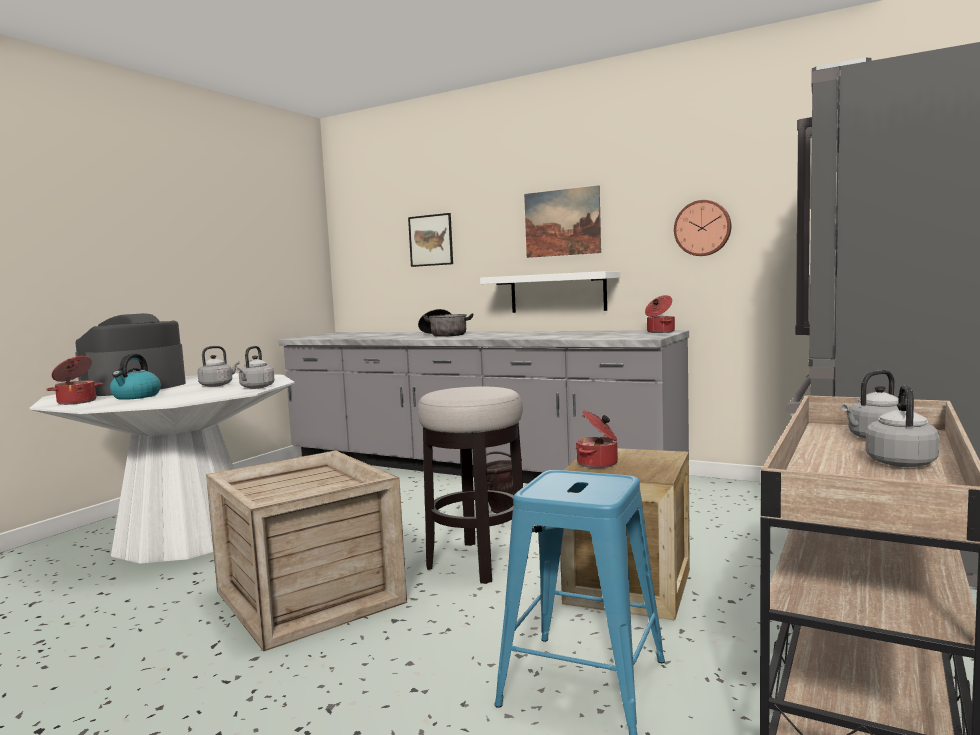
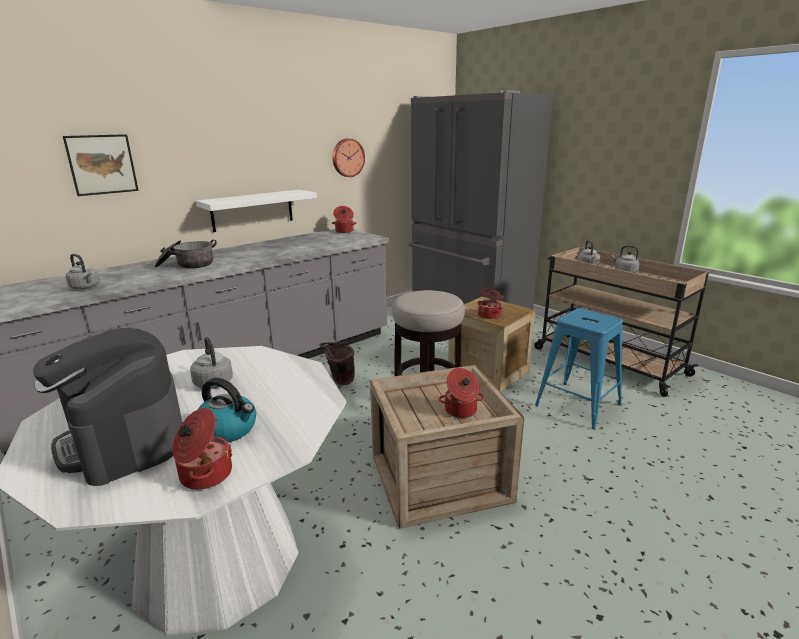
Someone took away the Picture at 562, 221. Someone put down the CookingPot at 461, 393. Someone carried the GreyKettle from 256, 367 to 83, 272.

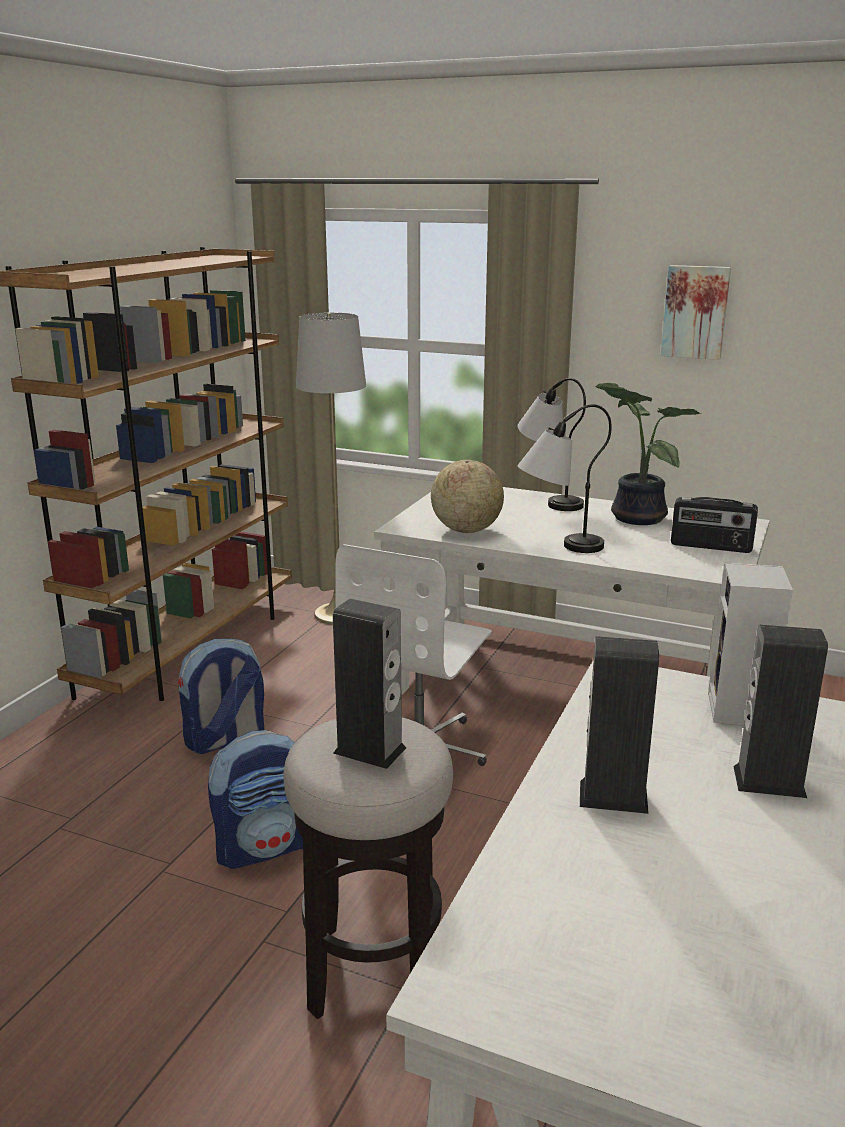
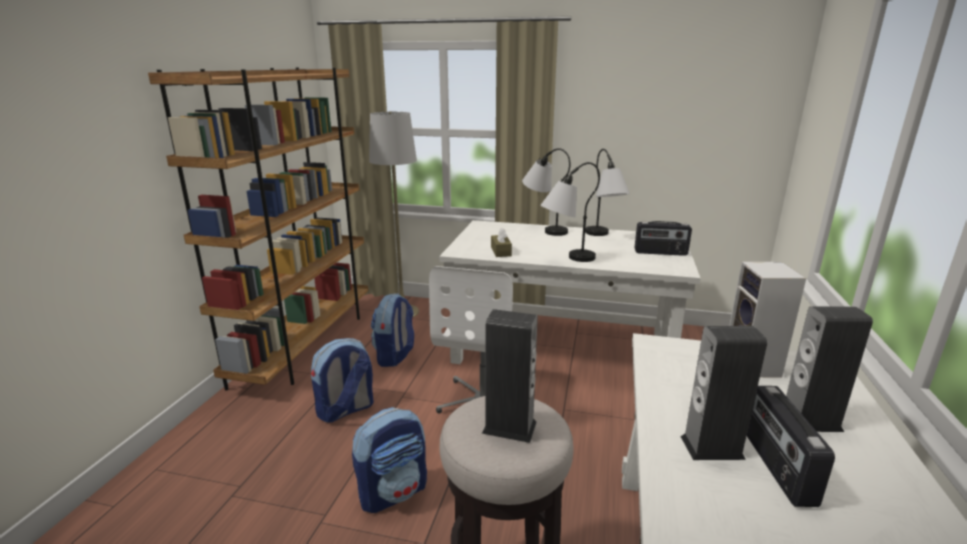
Someone took away the Picture at 696, 312. Someone put down the Backpack at 392, 330. Someone put down the Radio at 791, 446. Someone swapped the Globe at 467, 496 for the BrownTissueBox at 501, 242. Someone swapped the PottedPlant at 648, 454 for the TableLamp at 607, 192.

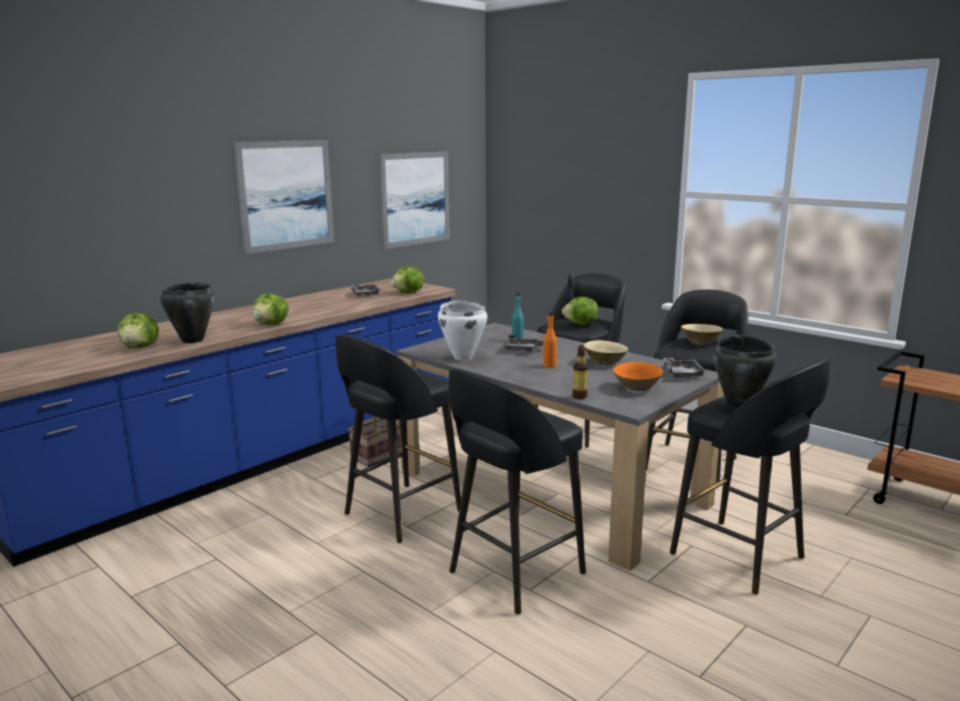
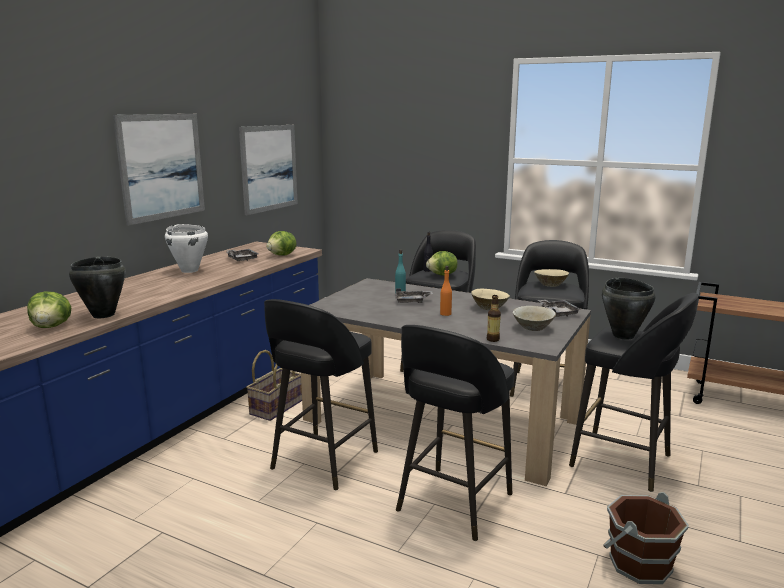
Someone took away the Lettuce at 271, 309. Someone put down the BrownBucket at 646, 538. Someone carried the WhiteCookingPot from 462, 330 to 186, 248. Someone repainted the OrangeBowl at 638, 376, which became the BeigeBowl at 534, 318.

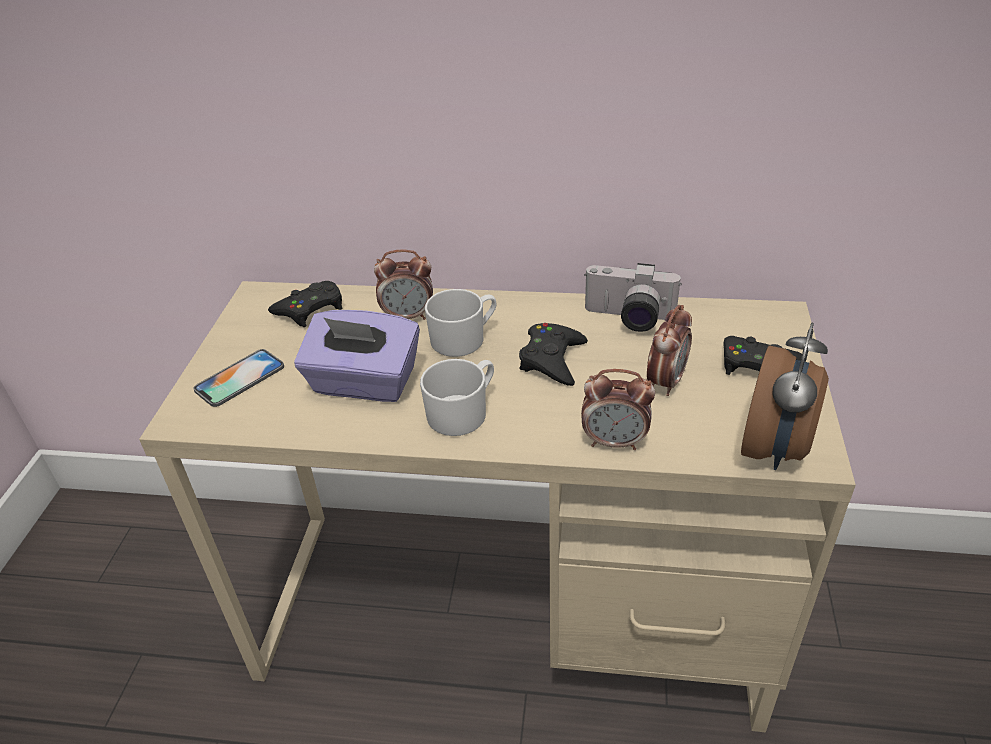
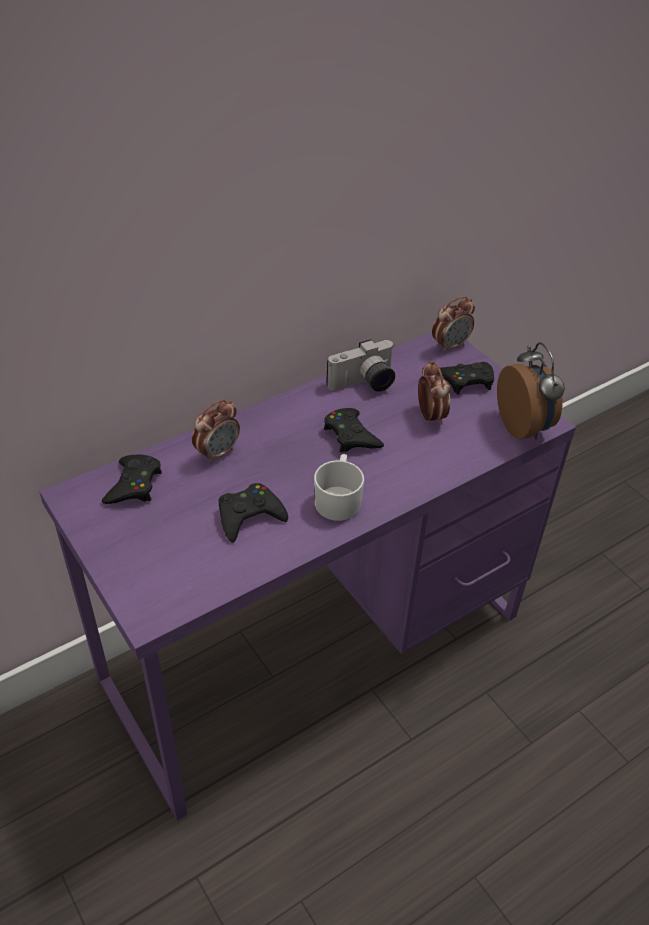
Someone took away the Phone at 238, 378. Someone took away the WhiteMug at 461, 323. Someone carried the AlarmClock from 618, 409 to 453, 324. Someone swapped the PurpleTissueBox at 357, 356 for the BlackGameController at 253, 513. Someone repainted the BeigeDesk at 497, 506, which became the PurpleDesk at 307, 577.

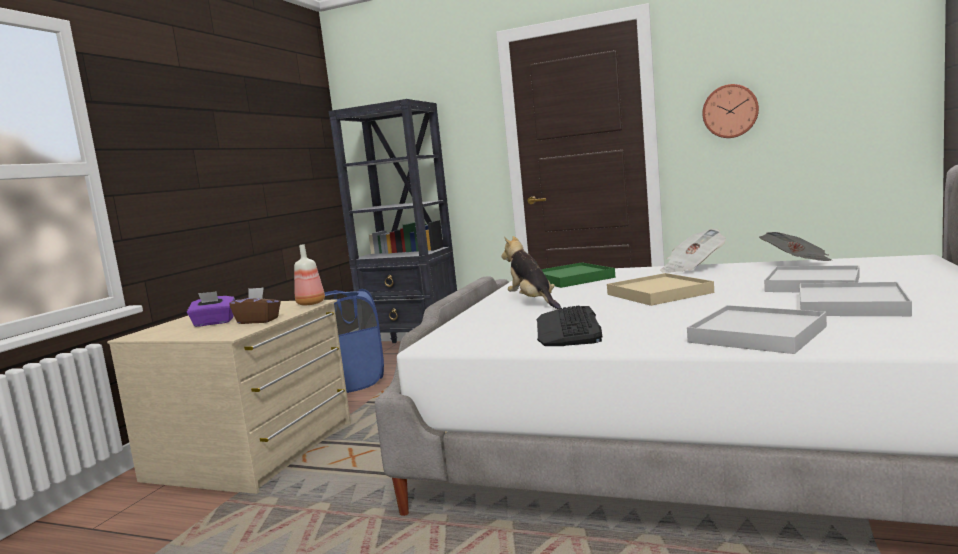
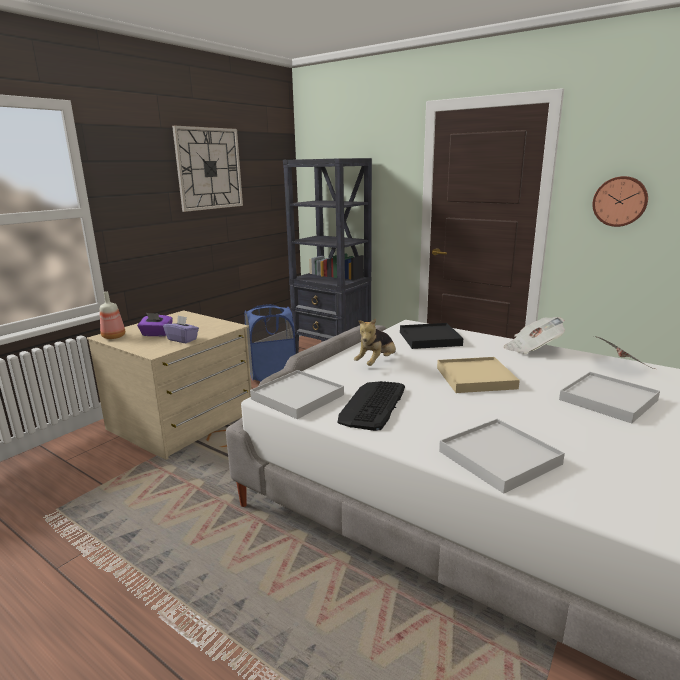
Someone put up the WallClock at 207, 169. Someone carried the Bottle from 309, 275 to 112, 315. Someone carried the WhiteTray from 856, 299 to 297, 394. Someone repainted the BrownTissueBox at 255, 305, which became the PurpleTissueBox at 181, 329. Someone repainted the GreenTray at 578, 275, which became the BlackTray at 431, 336. Someone rotated the PlushToy at 531, 272 by 135 degrees counterclockwise.

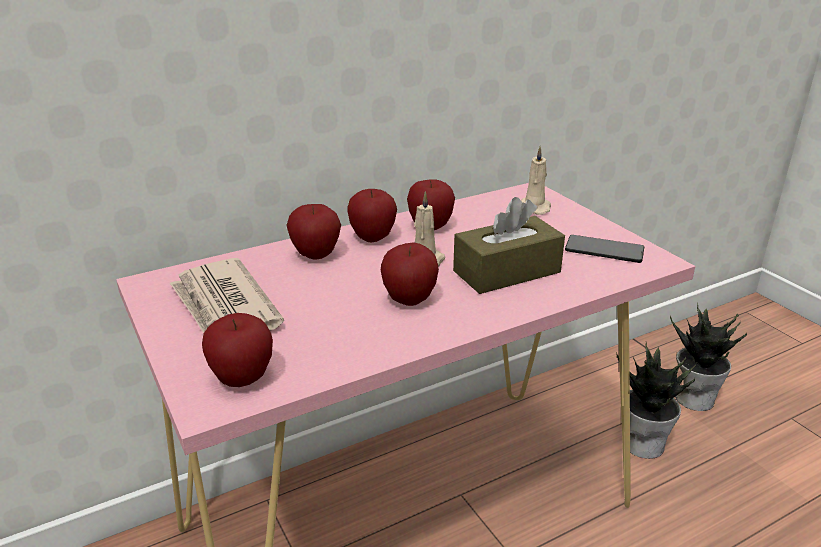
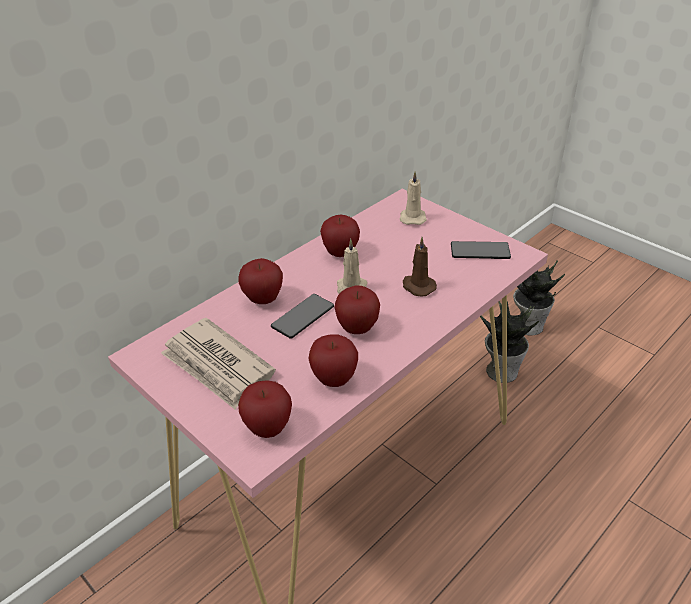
Someone put down the Phone at 302, 316. Someone carried the Apple from 372, 215 to 333, 360. Someone swapped the BrownTissueBox at 509, 245 for the BrownCandle at 420, 267.

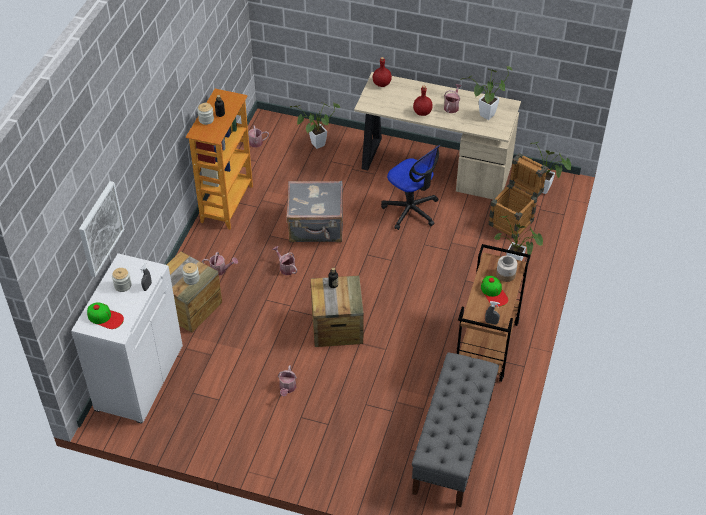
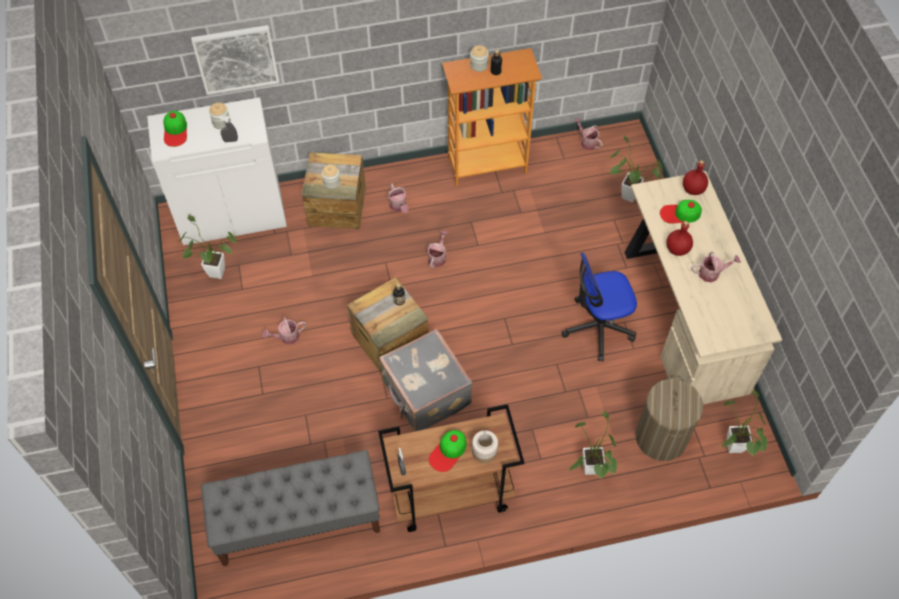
Someone put down the Cap at 681, 212. Someone carried the GreySuitcase from 315, 211 to 426, 380. Someone carried the PottedPlant from 486, 93 to 208, 247. Someone swapped the Crate at 518, 195 for the LaundryBasket at 669, 418. Someone rotated the OfficeChair at 410, 187 by 60 degrees clockwise.

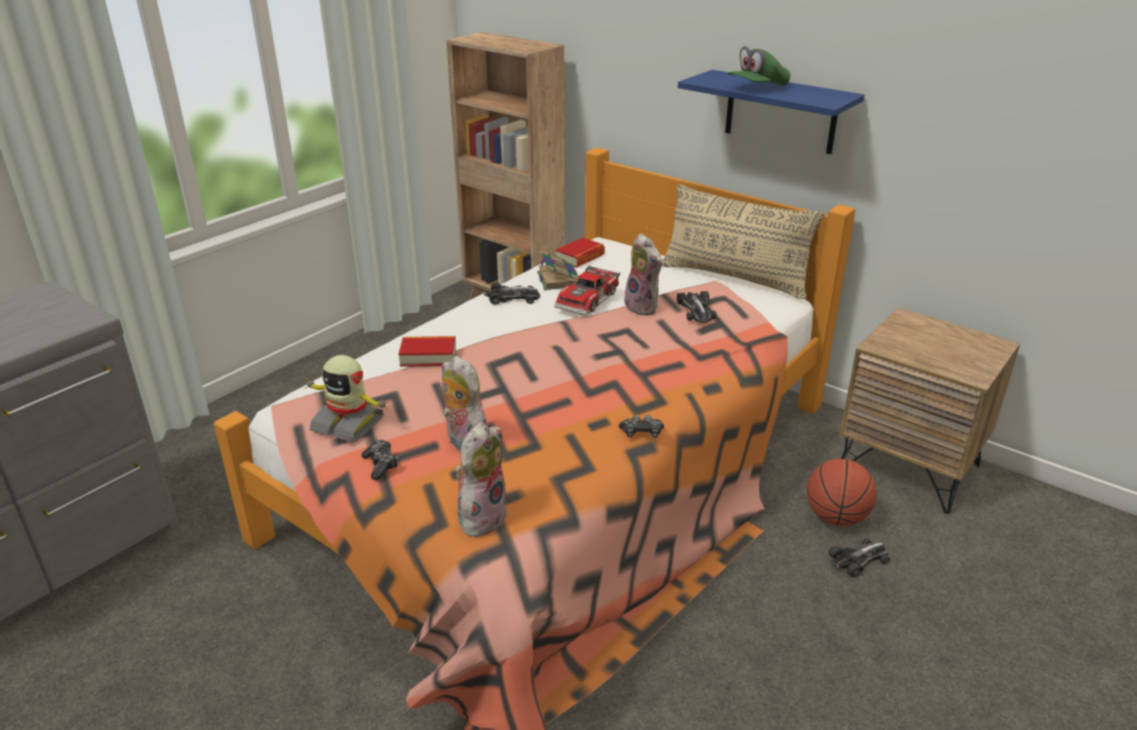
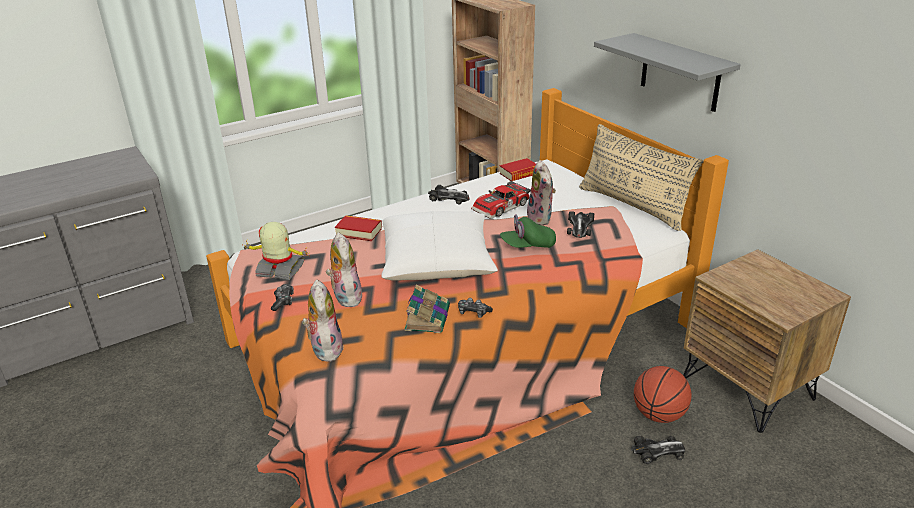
Someone put down the WhitePillow at 439, 245. Someone carried the Book from 557, 270 to 427, 309. Someone carried the GreenCap from 759, 66 to 528, 231. Someone repainted the BlueShelf at 771, 112, which became the GreyShelf at 667, 72. Someone rotated the ToyRobot at 347, 399 by 150 degrees clockwise. Someone rotated the PlushToy at 481, 480 by 60 degrees counterclockwise.

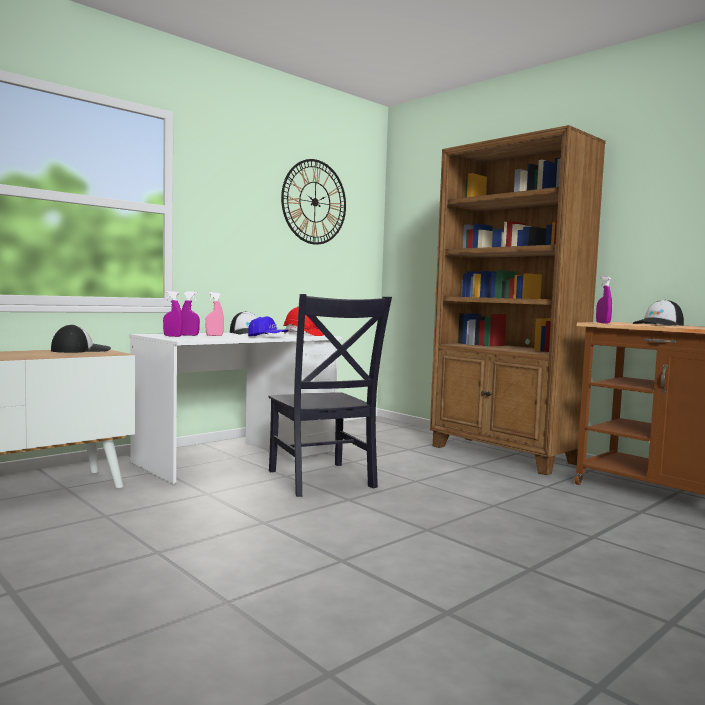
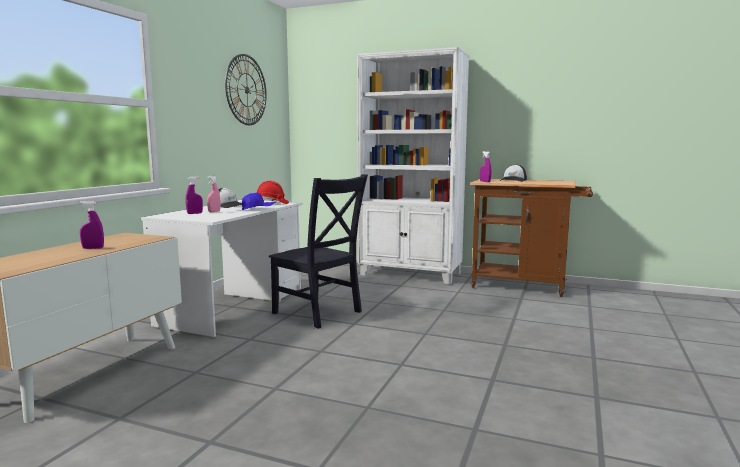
Someone took away the Cap at 81, 338. Someone carried the PurpleSprayBottle from 173, 314 to 92, 225. Someone repainted the BrownBookcase at 518, 300, which became the WhiteBookcase at 413, 165.

